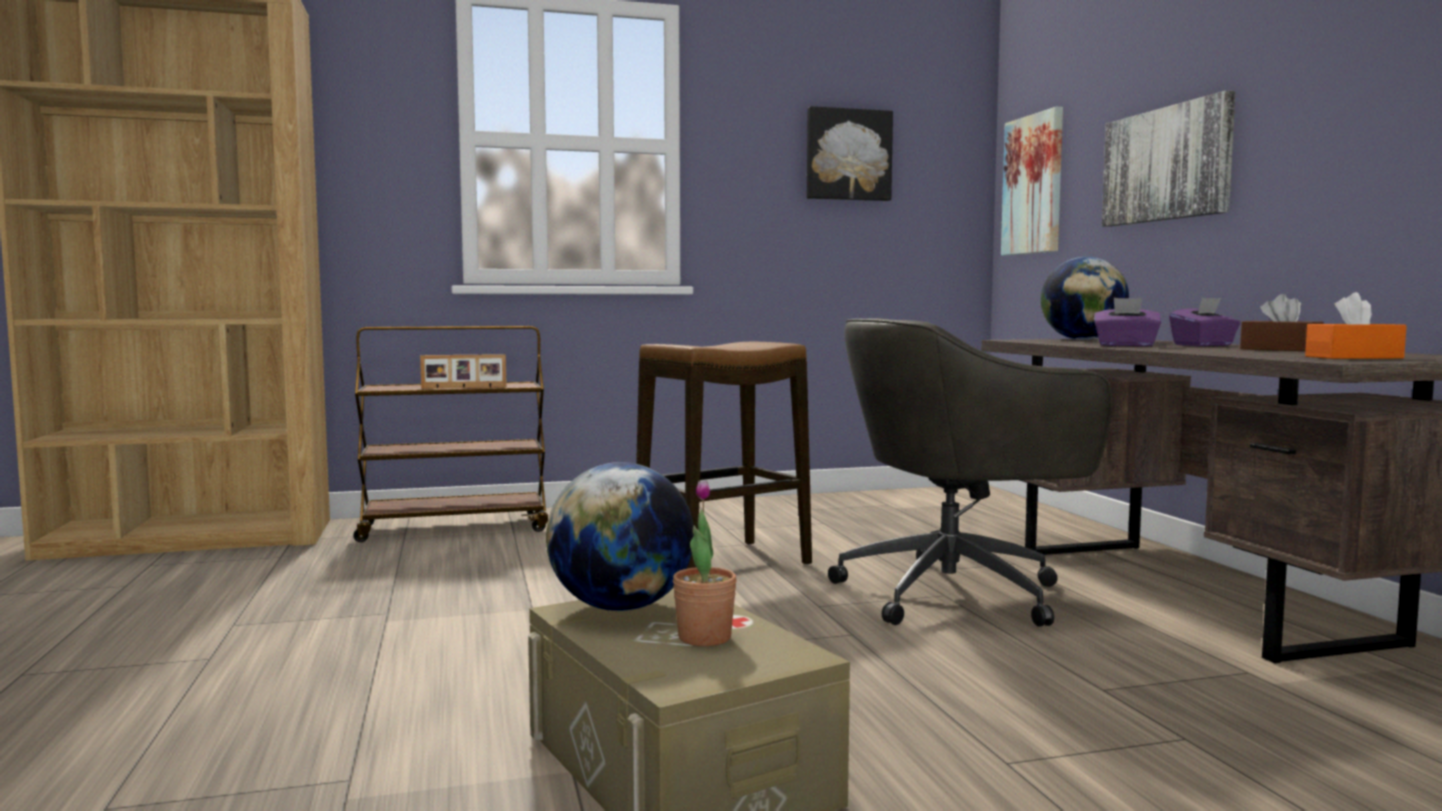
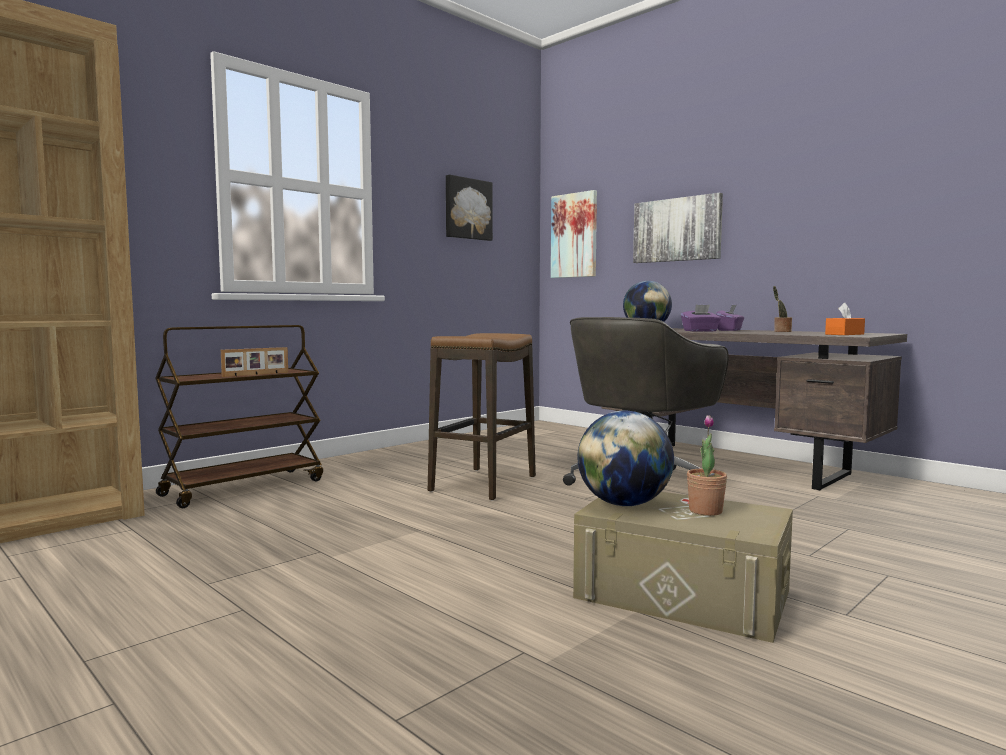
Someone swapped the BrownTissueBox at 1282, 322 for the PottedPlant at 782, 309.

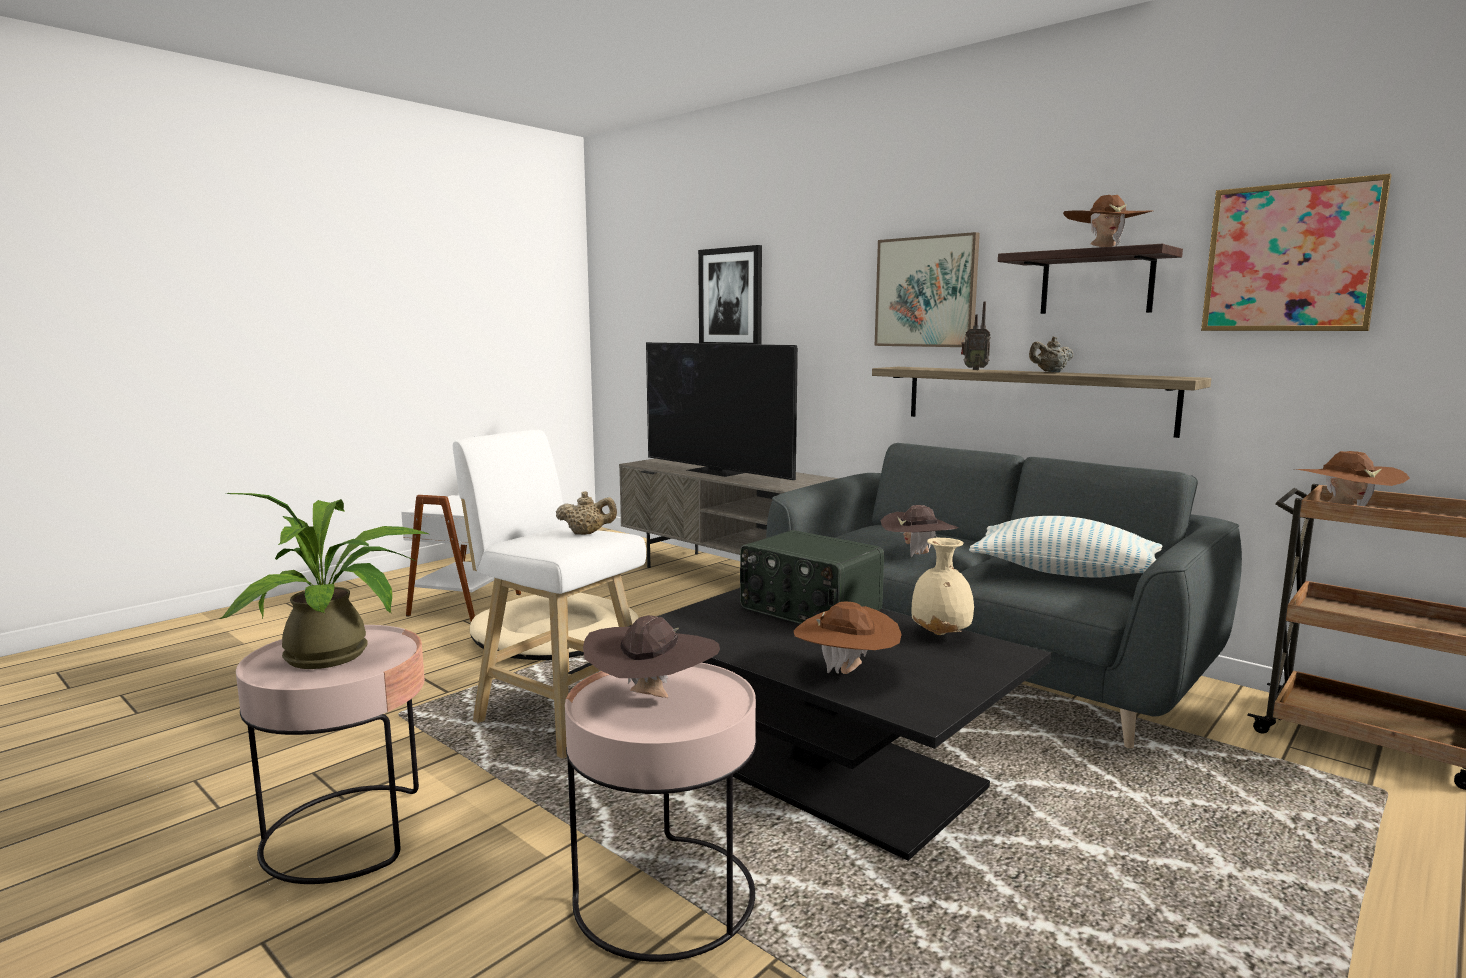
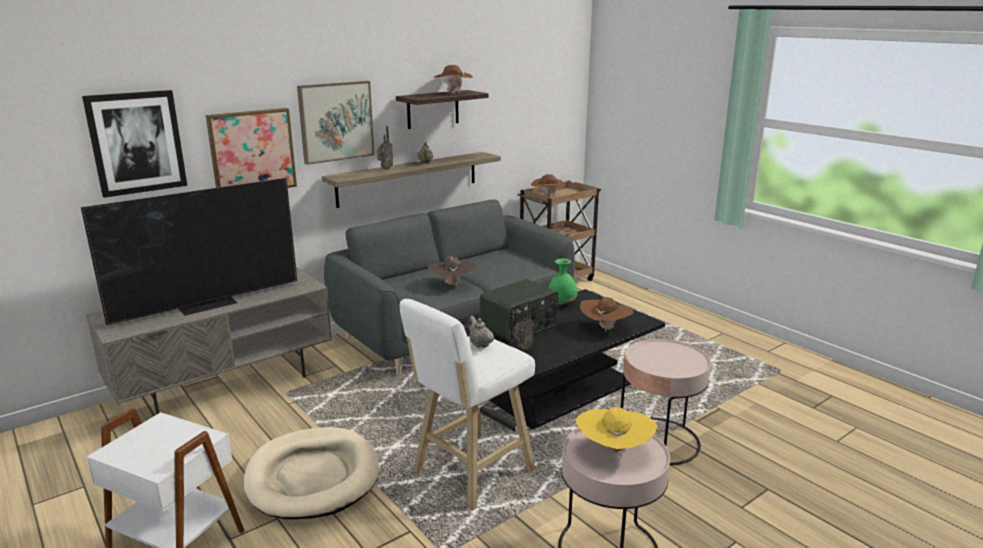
Someone took away the BrownHat at 651, 656. Someone took away the Pillow at 1065, 547. Someone put down the Radio at 524, 325. Someone carried the Picture from 1296, 252 to 251, 148. Someone swapped the PottedPlant at 323, 581 for the YellowHat at 616, 432. Someone repainted the BeigeVase at 942, 586, which became the GreenVase at 562, 281. Someone rotated the BeigeTeapot at 586, 513 by 45 degrees counterclockwise.

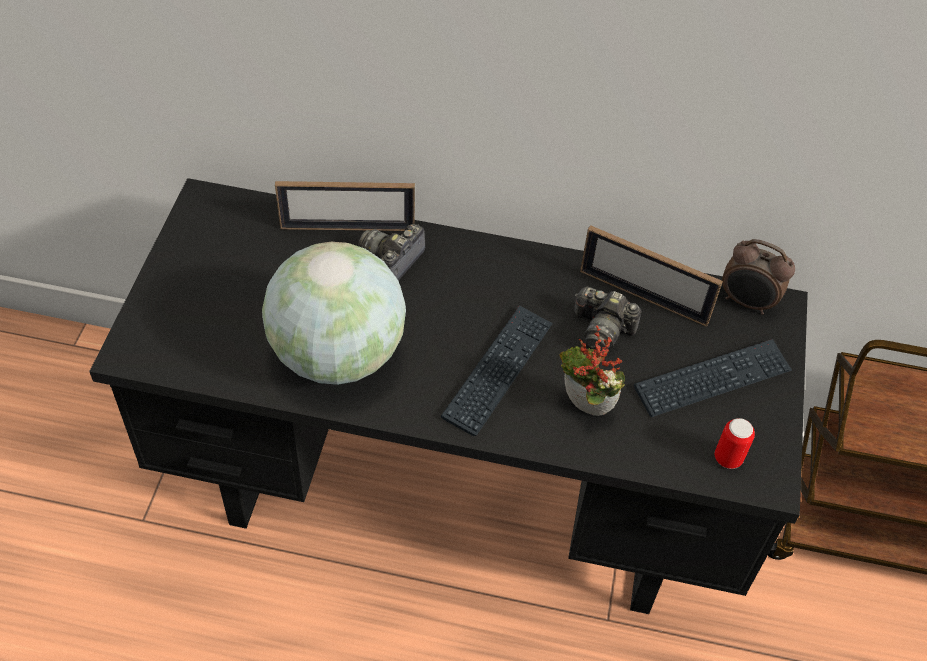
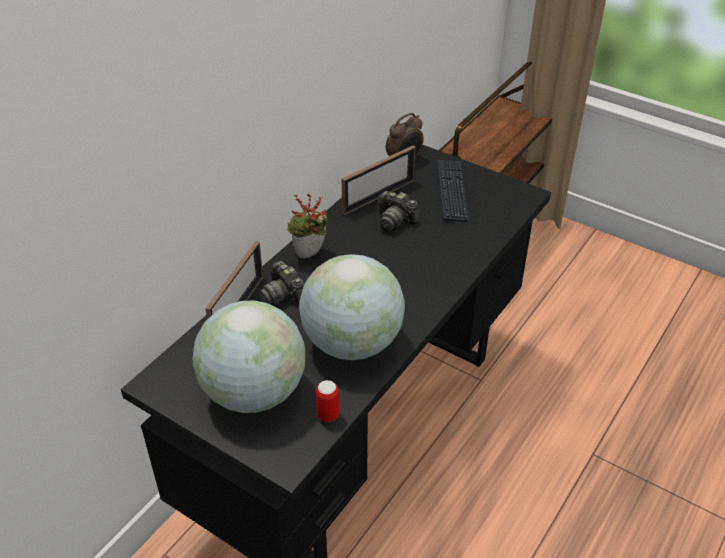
Someone took away the Keyboard at 497, 370. Someone put down the Globe at 249, 357. Someone carried the PottedPlant from 592, 370 to 307, 225. Someone carried the Can from 735, 443 to 327, 401. Someone rotated the PhotoCamera at 607, 319 by 75 degrees clockwise.

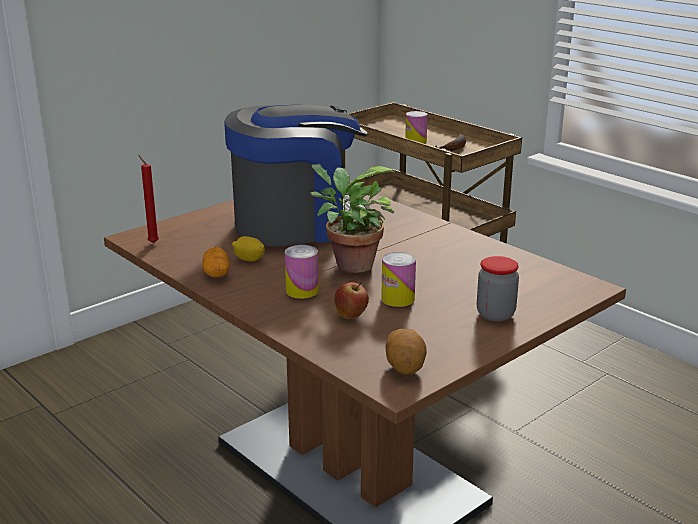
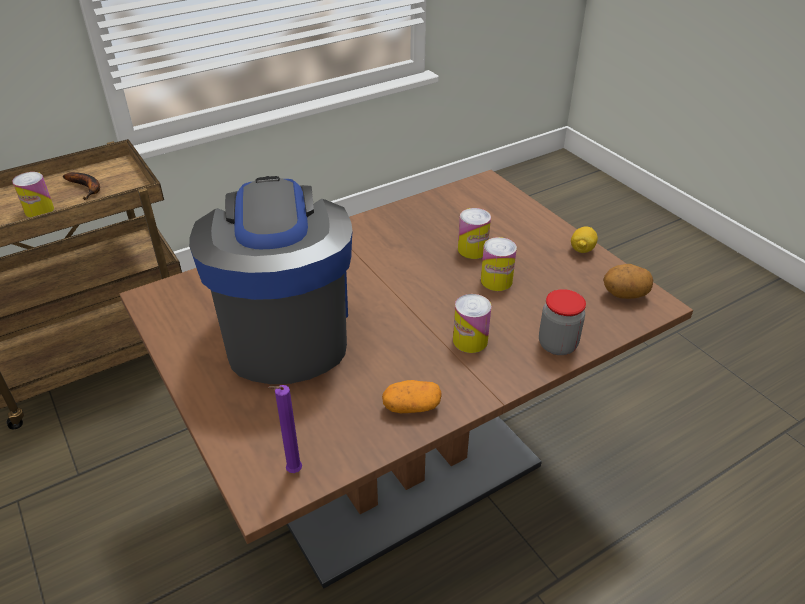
Someone took away the PottedPlant at 352, 218. Someone took away the Apple at 351, 300. Someone put down the Can at 474, 233. Someone carried the Lemon from 248, 249 to 584, 239. Someone carried the Jar from 498, 288 to 562, 322. Someone repainted the RedCandle at 148, 199, which became the PurpleCandle at 285, 429.

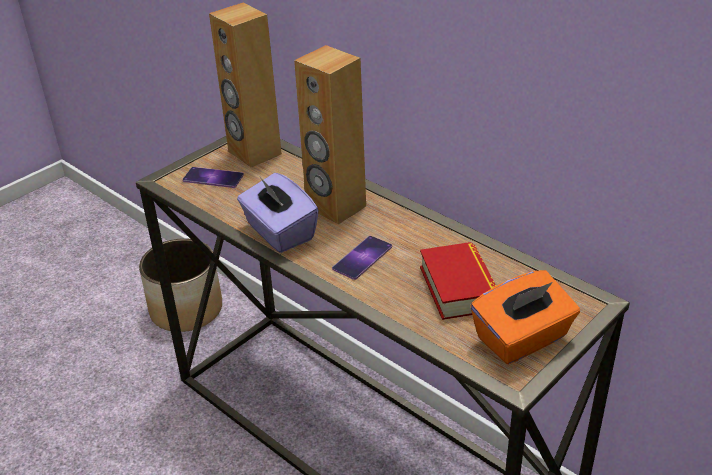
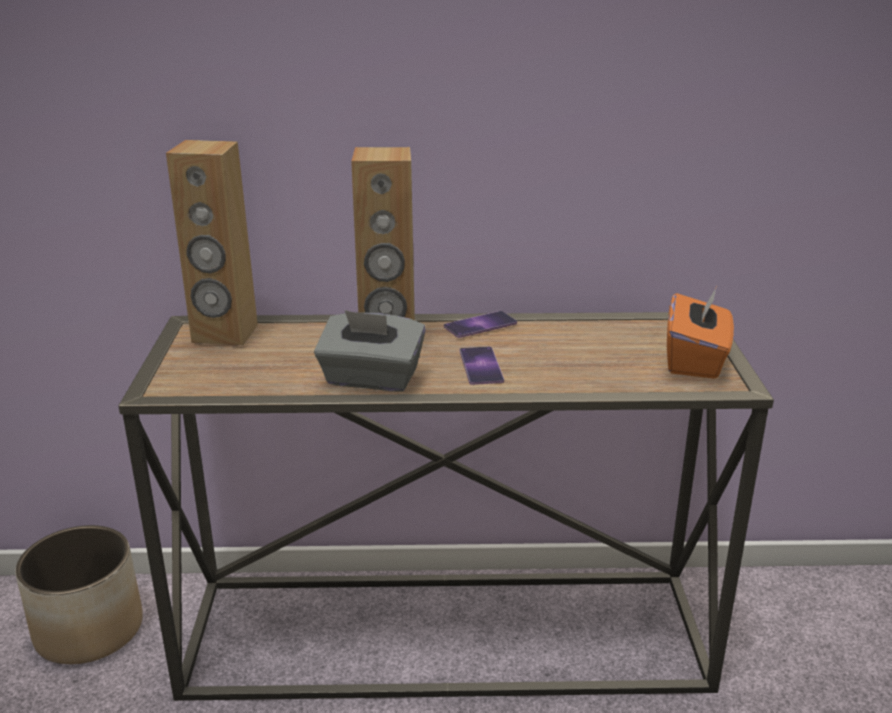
Someone took away the Book at 458, 281. Someone carried the Phone from 213, 177 to 480, 324. Someone repainted the PurpleTissueBox at 278, 213, which became the GreyTissueBox at 370, 351.

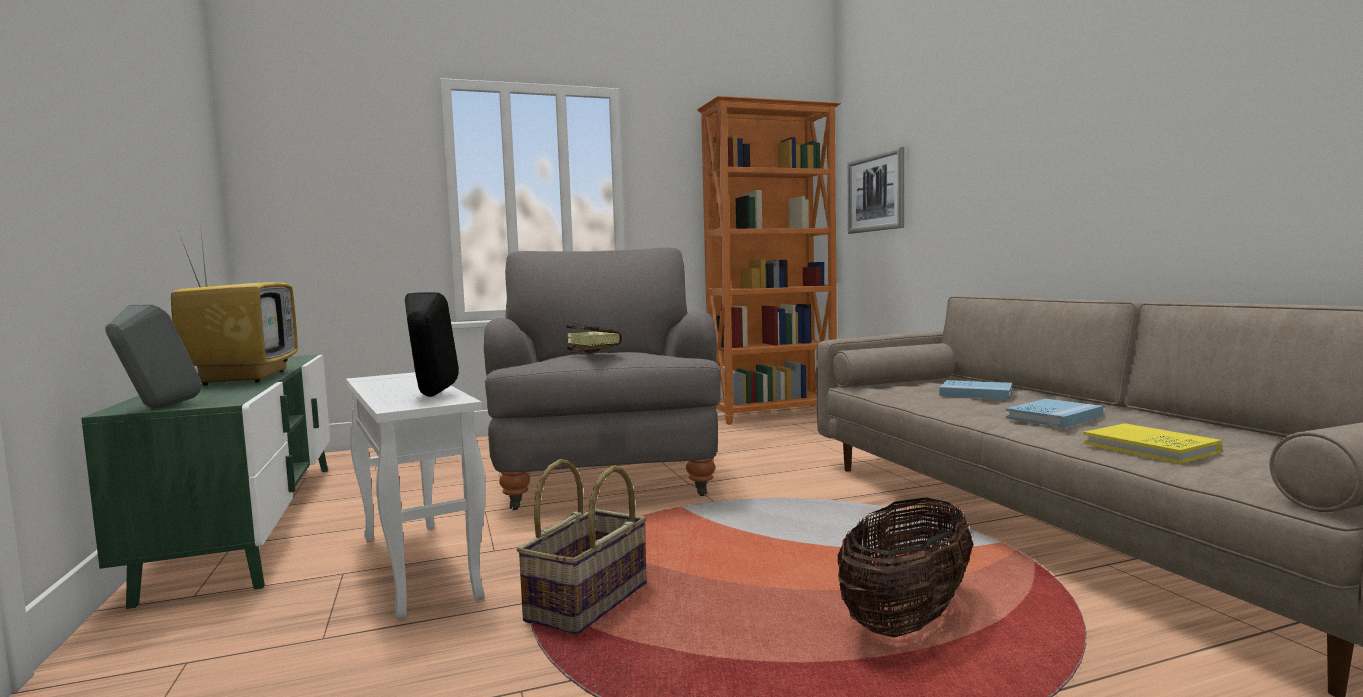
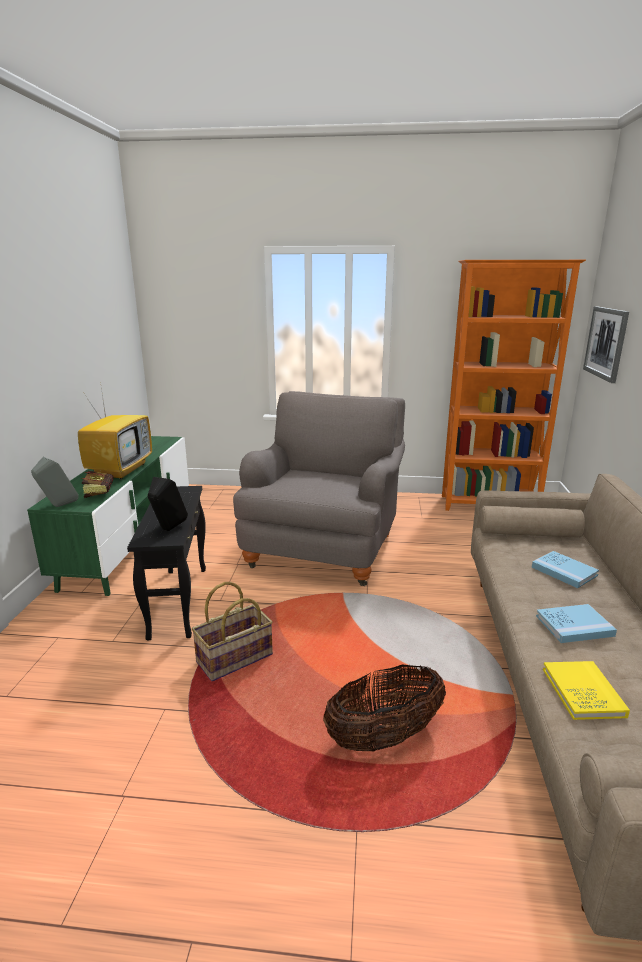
Someone carried the Book from 594, 339 to 97, 484. Someone repainted the WhiteSideTable at 416, 496, which became the BlackSideTable at 166, 563.

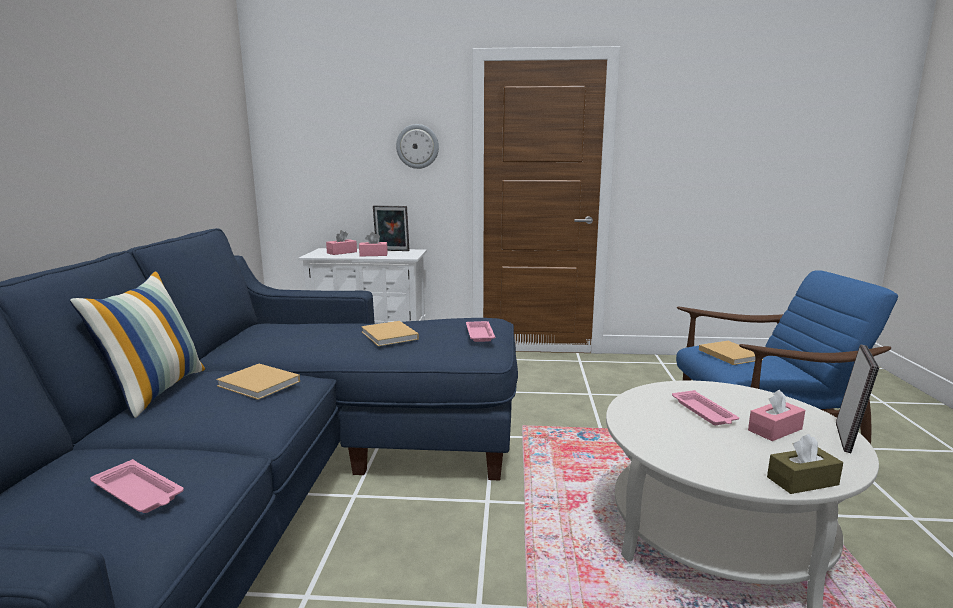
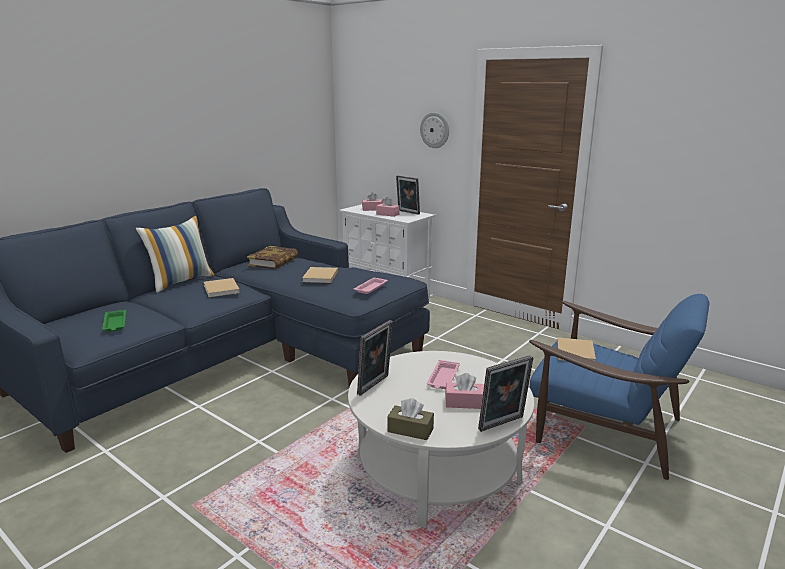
Someone put down the Book at 272, 257. Someone put down the PictureFrame at 375, 358. Someone repainted the PinkTray at 137, 486, which became the GreenTray at 114, 321.

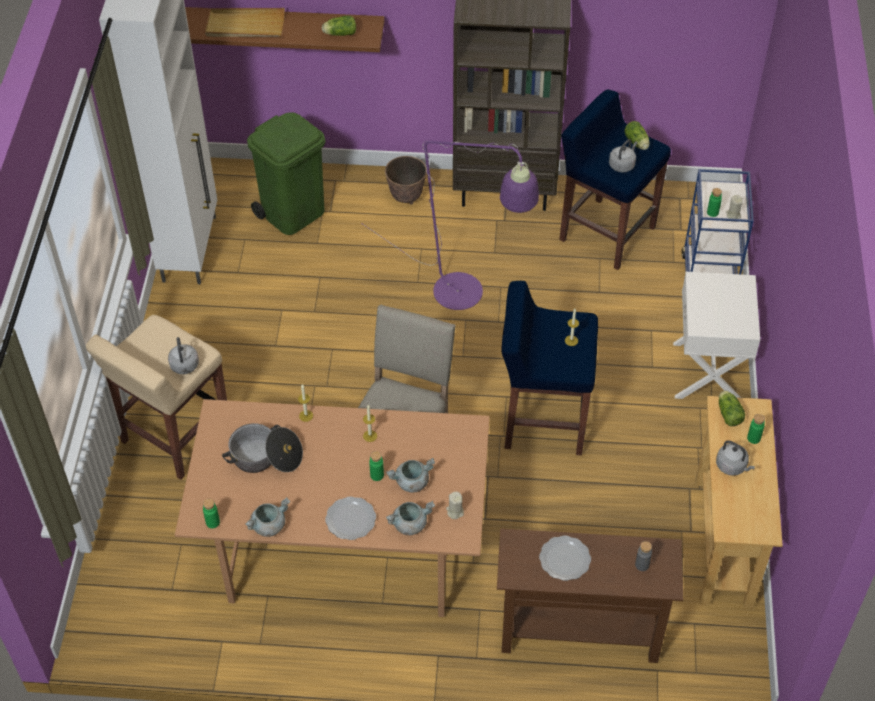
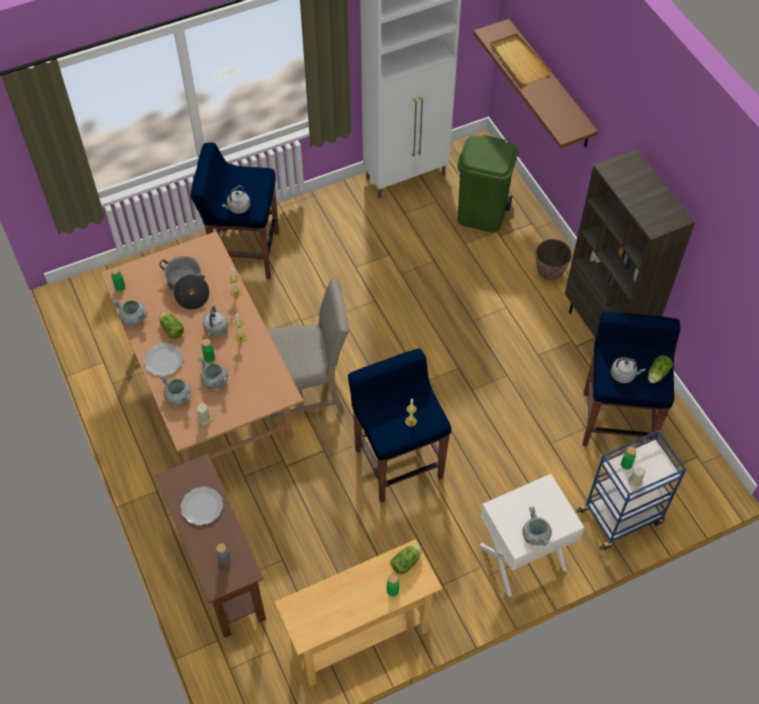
Someone took away the PurpleFloorLamp at 450, 225. Someone put down the GreyCookingPot at 537, 526. Someone carried the Lettuce from 339, 26 to 171, 325. Someone carried the GreyKettle from 735, 458 to 215, 321. Someone repainted the BeigeStool at 156, 397, which became the BlueStool at 234, 210.

